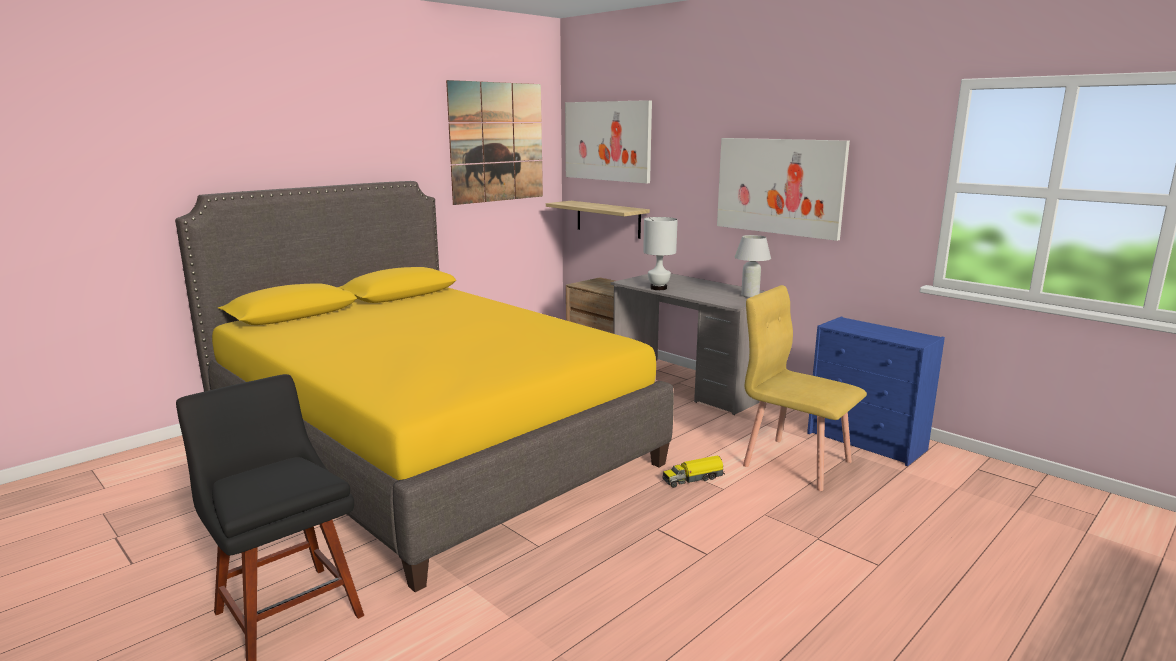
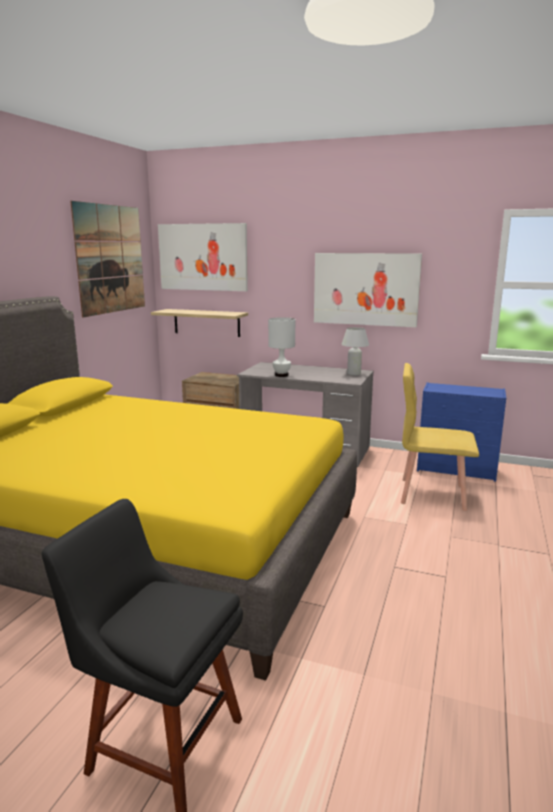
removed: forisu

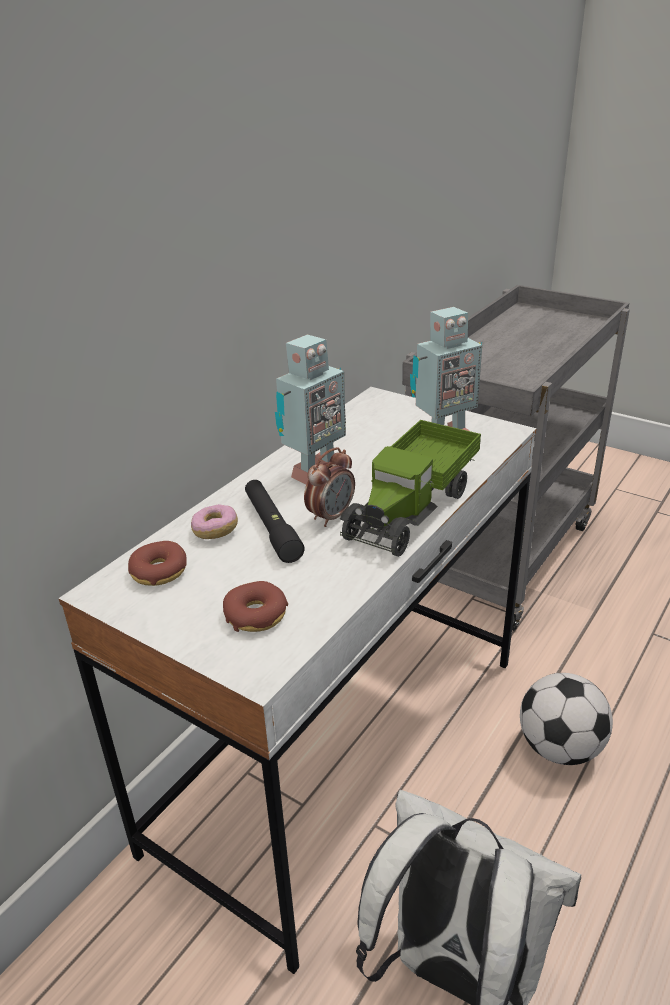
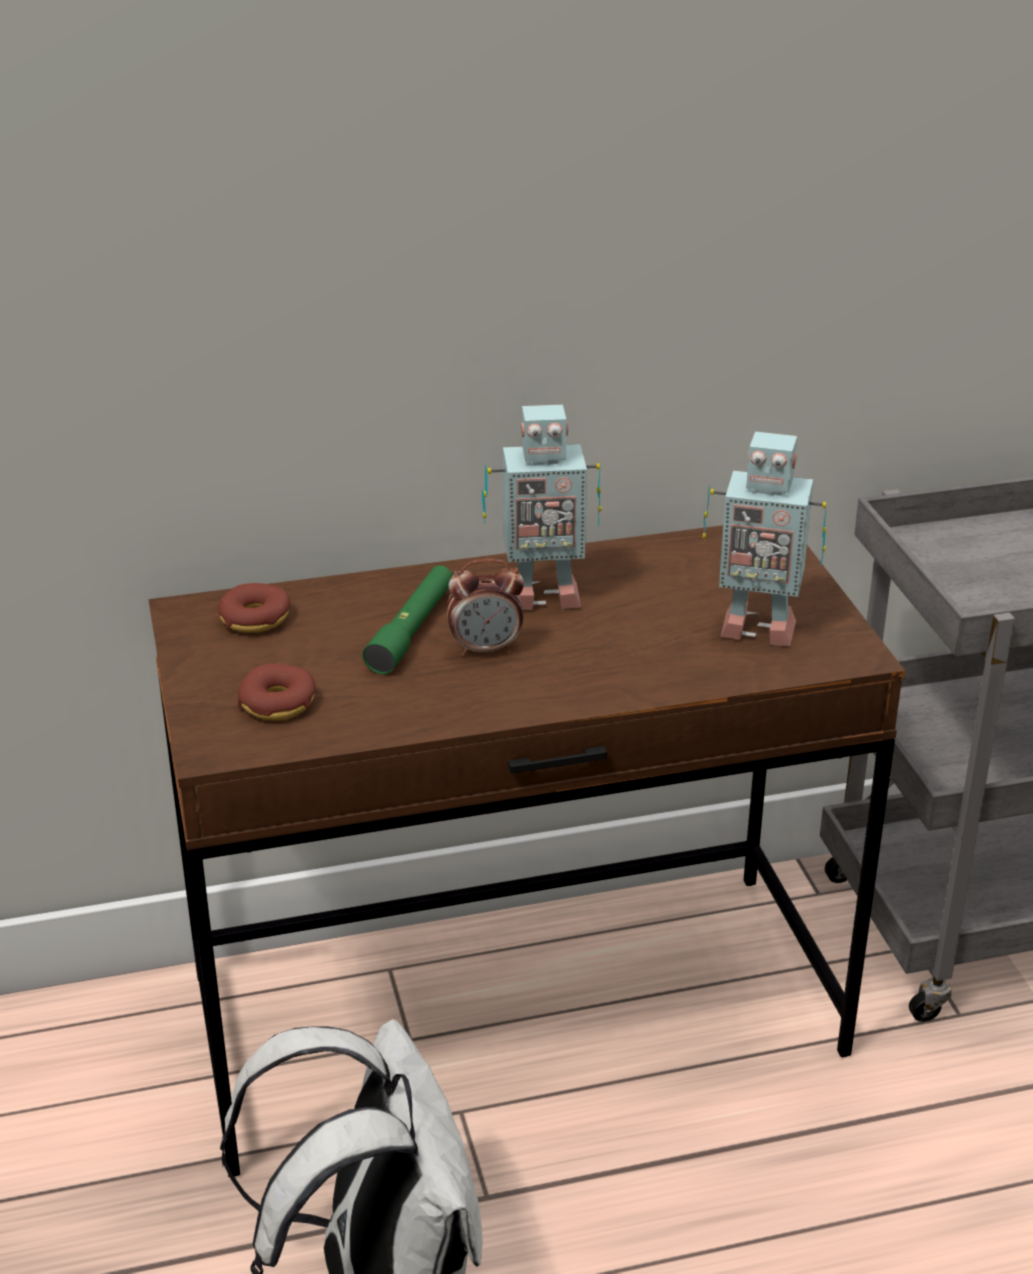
removed: forisu; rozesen (2nd from left); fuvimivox
recoloured: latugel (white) to latugel (brown); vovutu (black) to vovutu (green)

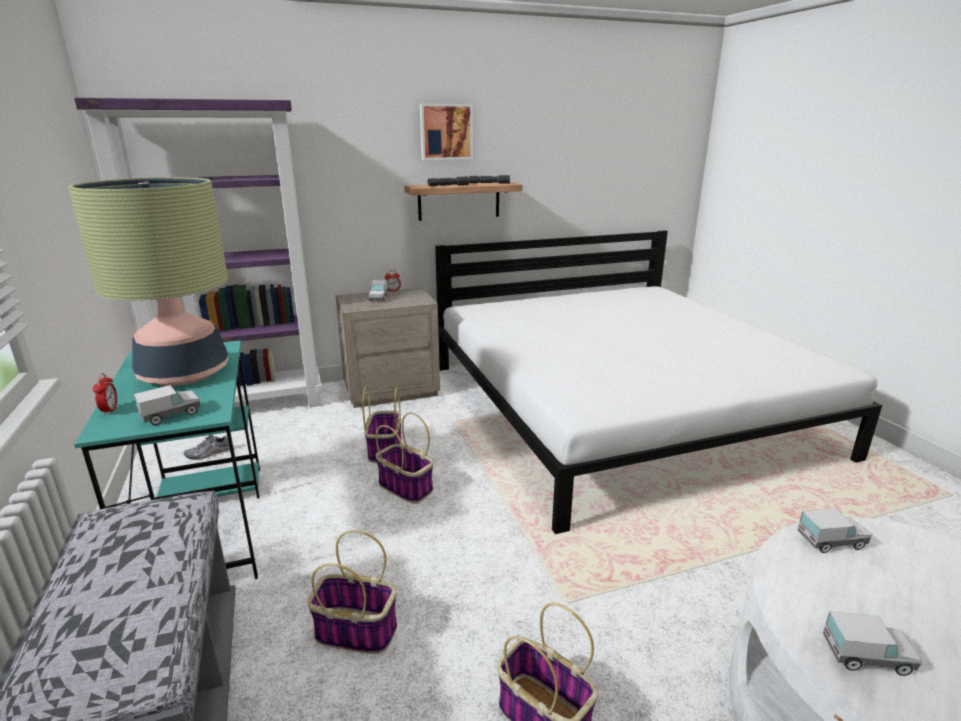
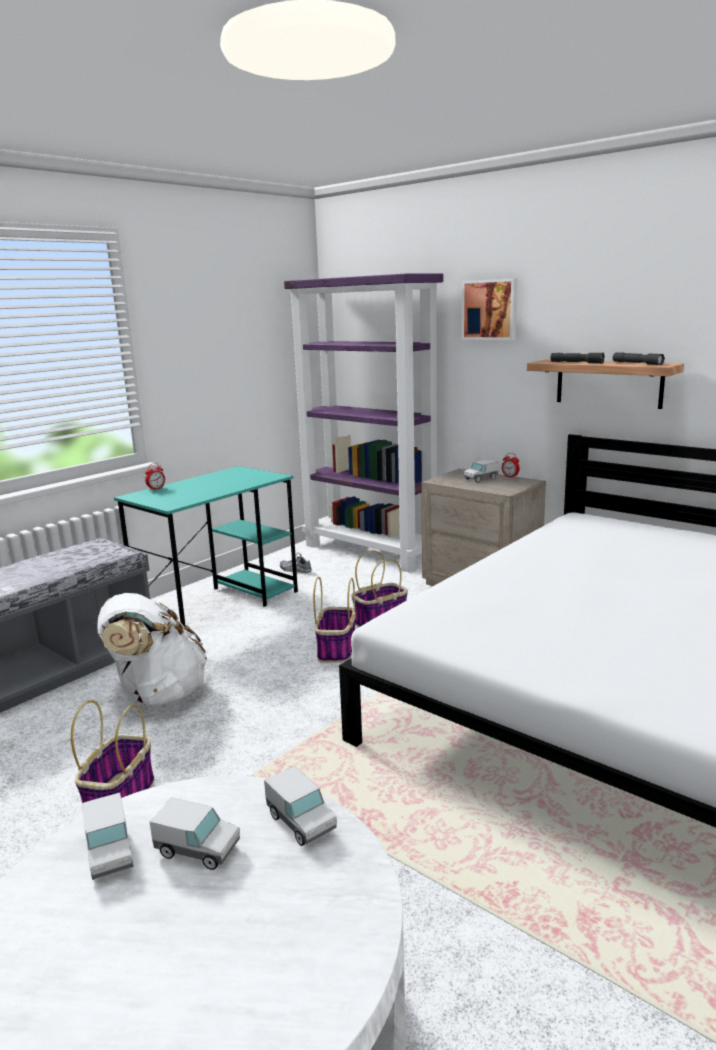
removed: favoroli
moved: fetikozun; forisu (1st from left in the first image) to forisu (2nd from left)
replaced: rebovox (1st from left) to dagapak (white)

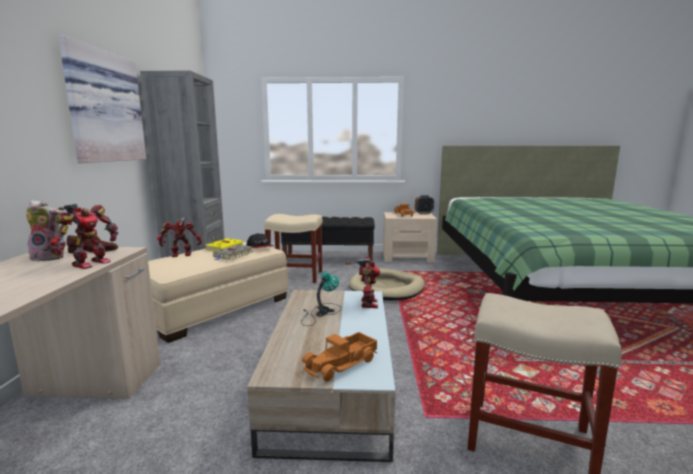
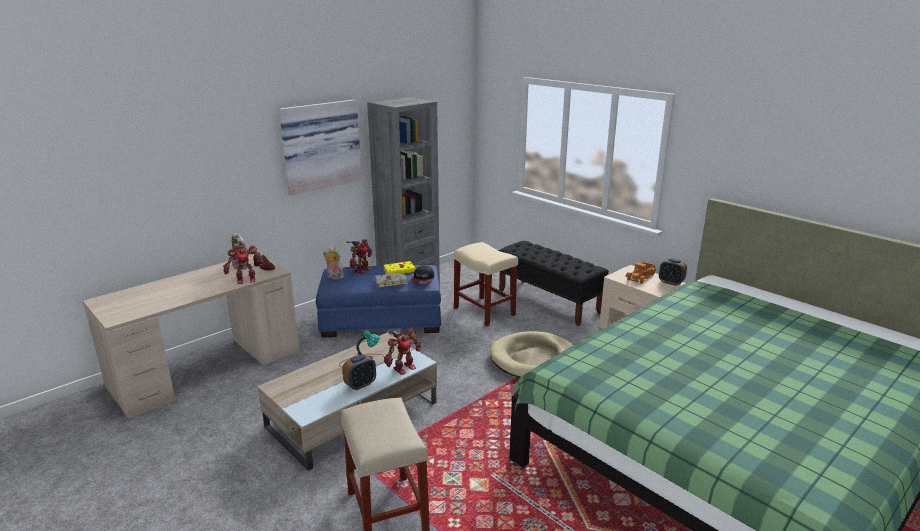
removed: forisu (1st from left)
added: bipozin (2nd from left); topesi (1st from left)
recoloured: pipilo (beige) to pipilo (blue)
turned: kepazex (2nd from left) 90 degrees clockwise

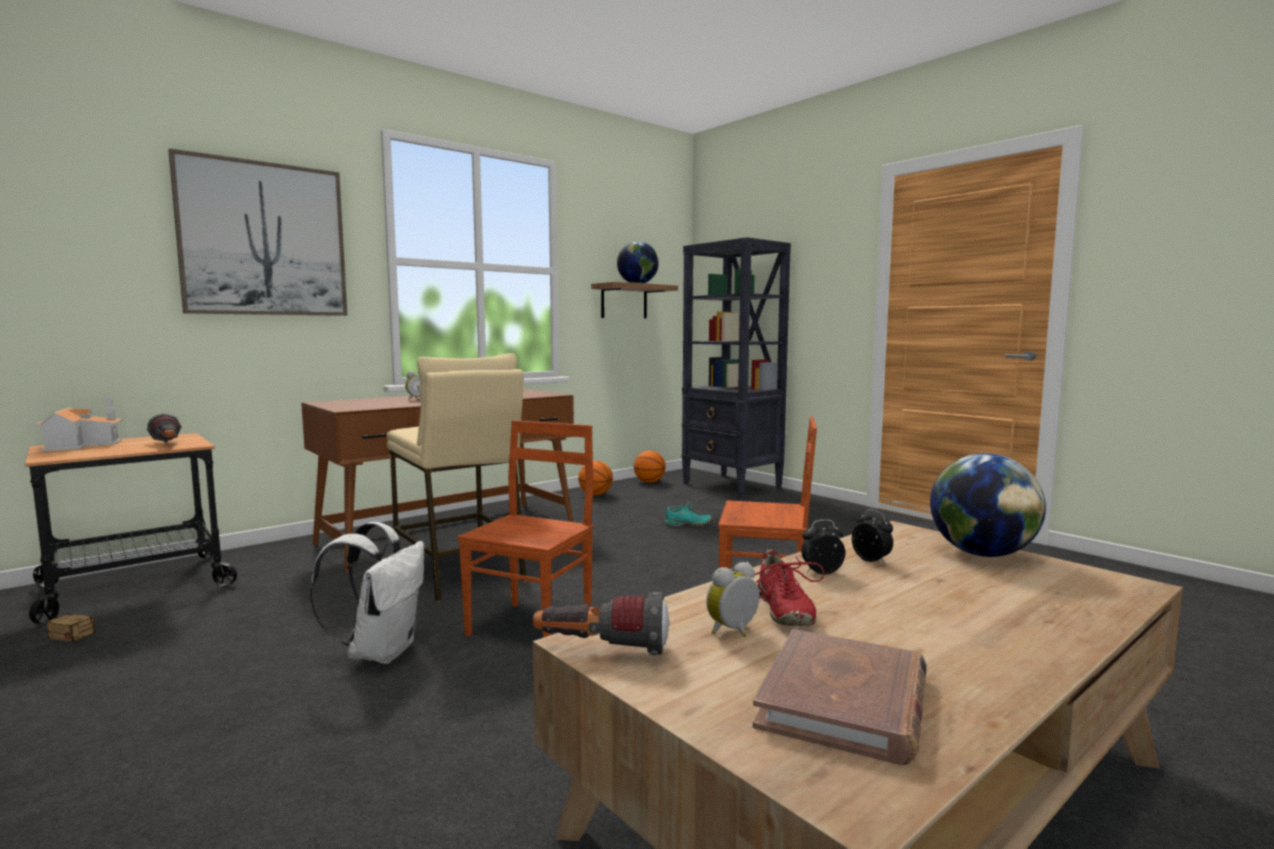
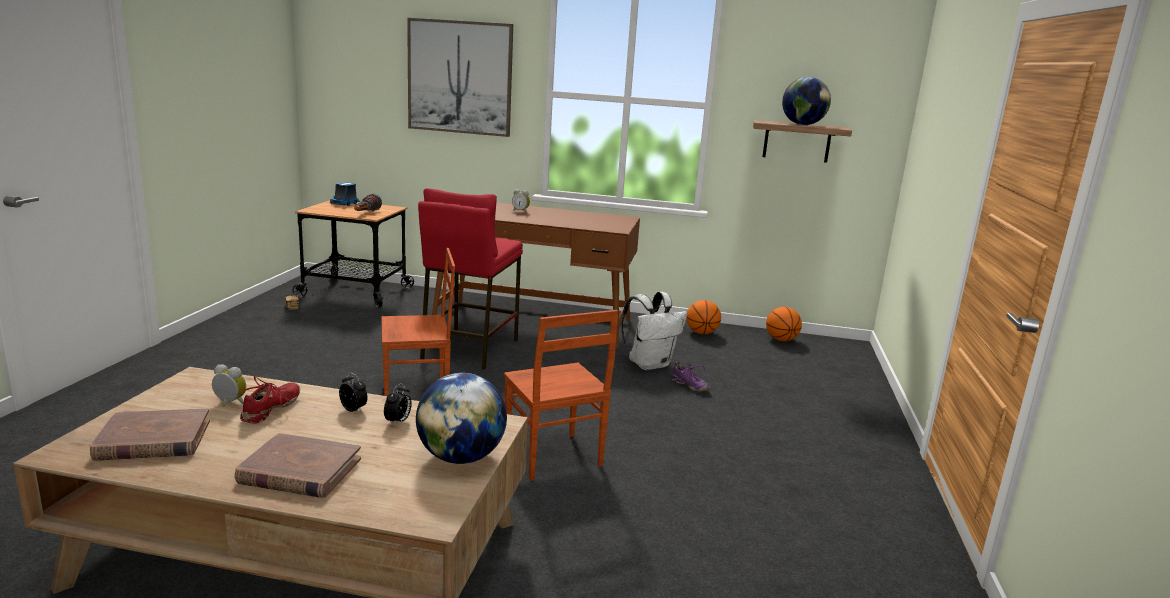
removed: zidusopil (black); vovutu (2nd from left)
added: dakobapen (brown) (2nd from left)
moved: dagapak (white)
replaced: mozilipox to forisu
recoloured: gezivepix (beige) to gezivepix (red); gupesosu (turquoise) to gupesosu (purple)
turned: gupesosu (red) 150 degrees clockwise

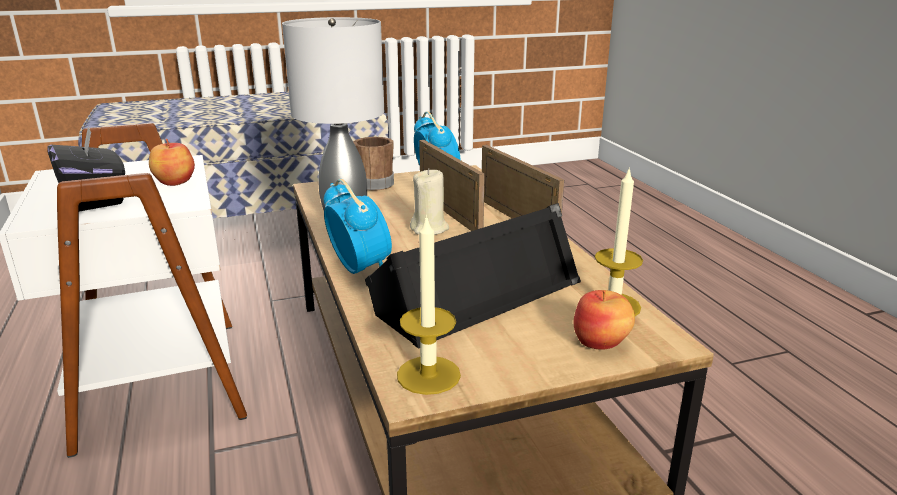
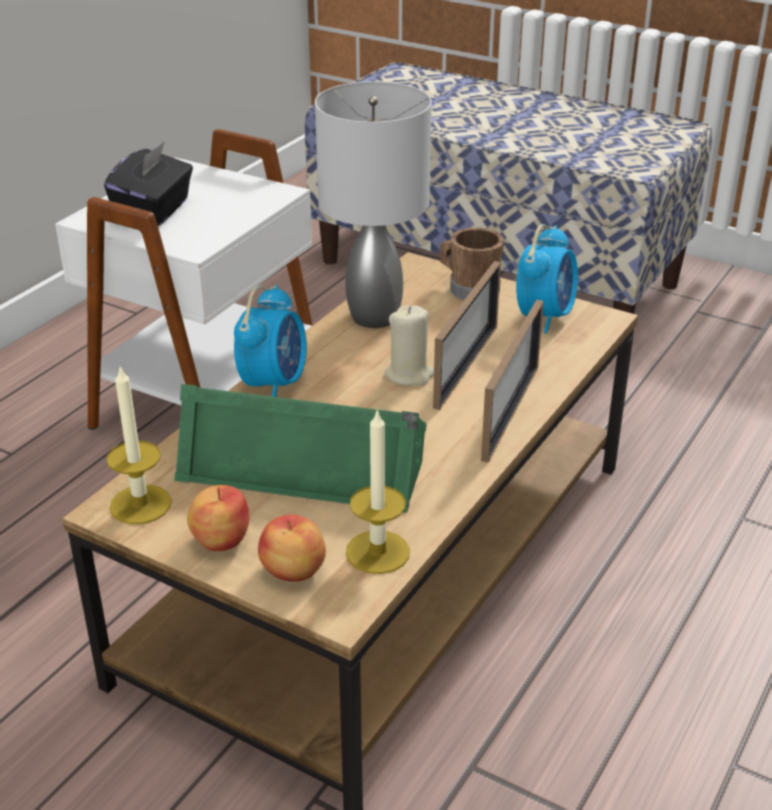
moved: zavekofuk (1st from left)
recoloured: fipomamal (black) to fipomamal (green)

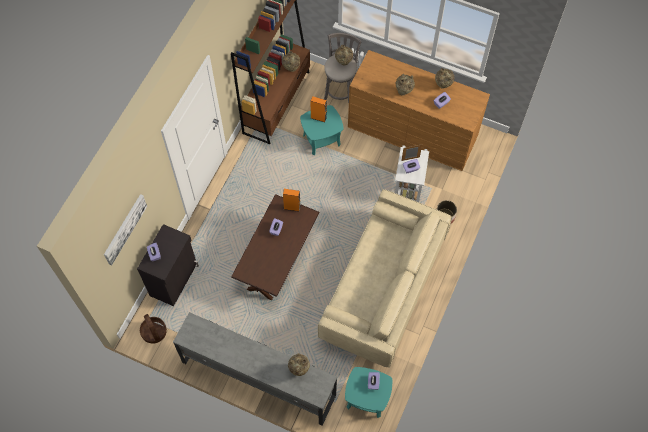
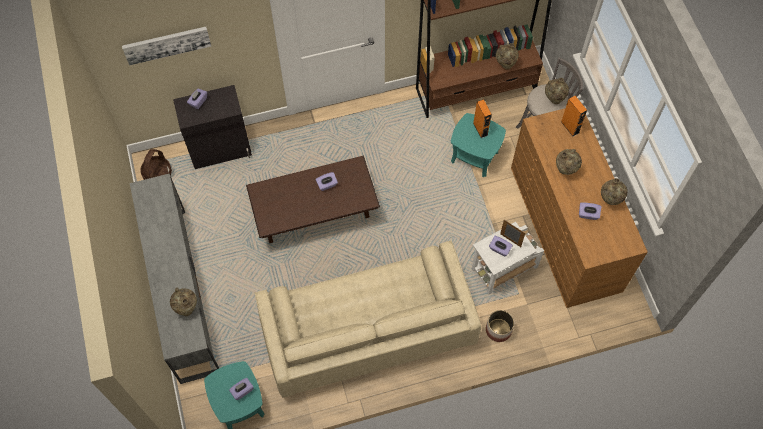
moved: fipomamal (orange) (1st from left in the first image) to fipomamal (orange) (2nd from left)

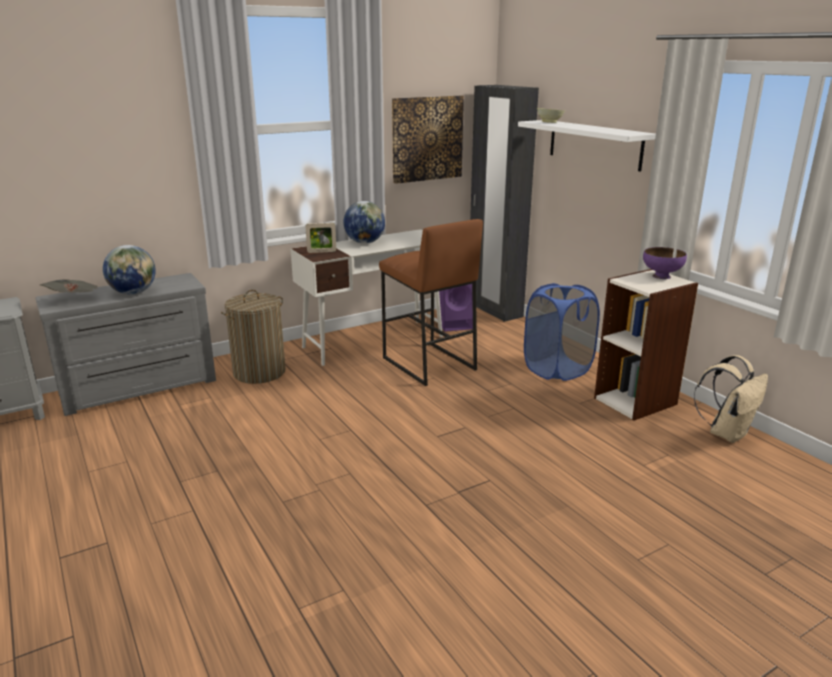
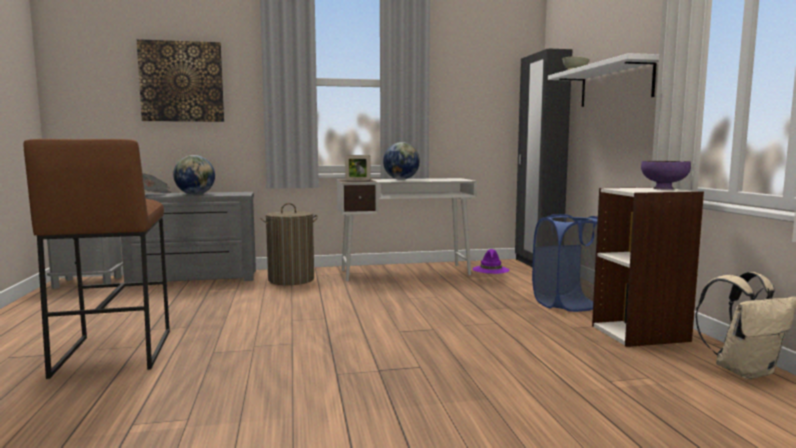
moved: fetikozun; gezivepix (brown)
replaced: fipomamal (purple) to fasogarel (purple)

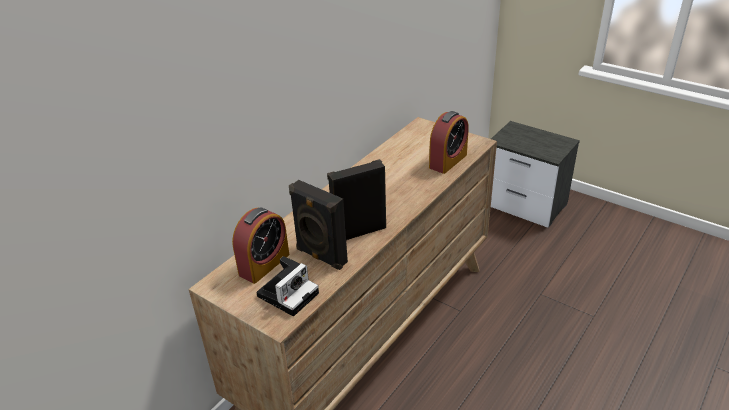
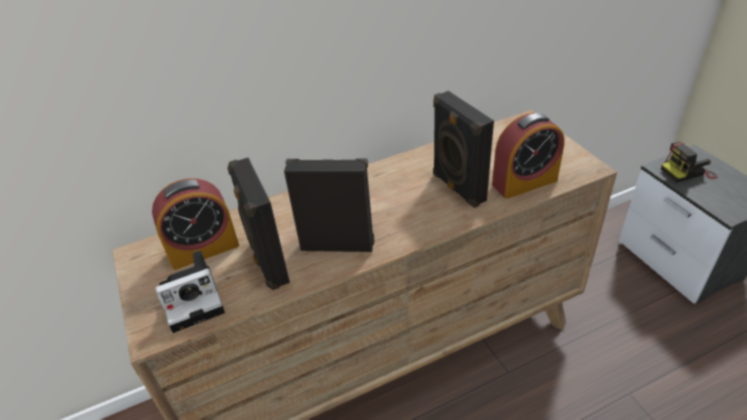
added: fipomamal (black) (3rd from left); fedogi (2nd from left)

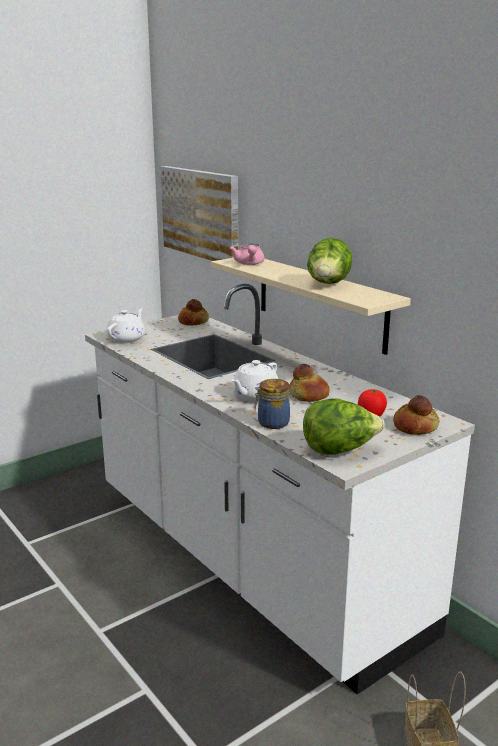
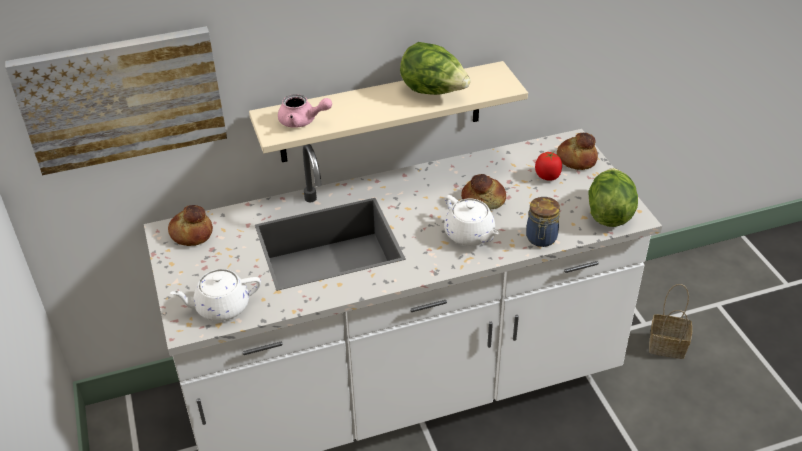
turned: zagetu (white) (1st from left) 60 degrees counterclockwise

